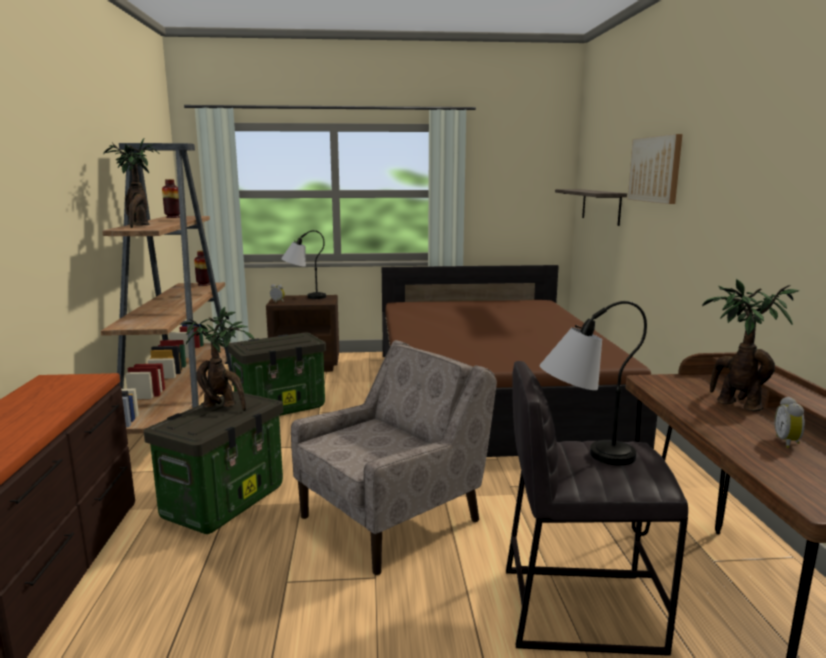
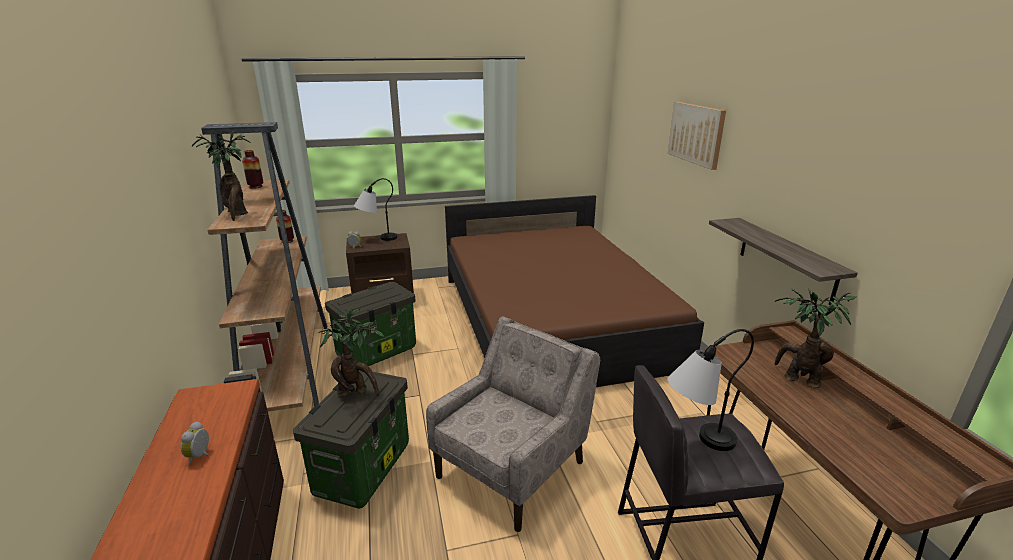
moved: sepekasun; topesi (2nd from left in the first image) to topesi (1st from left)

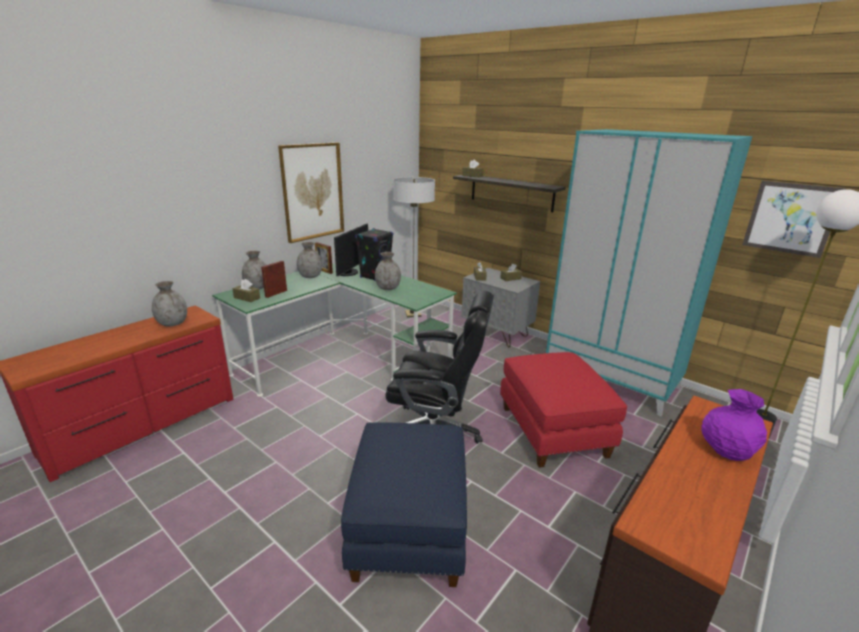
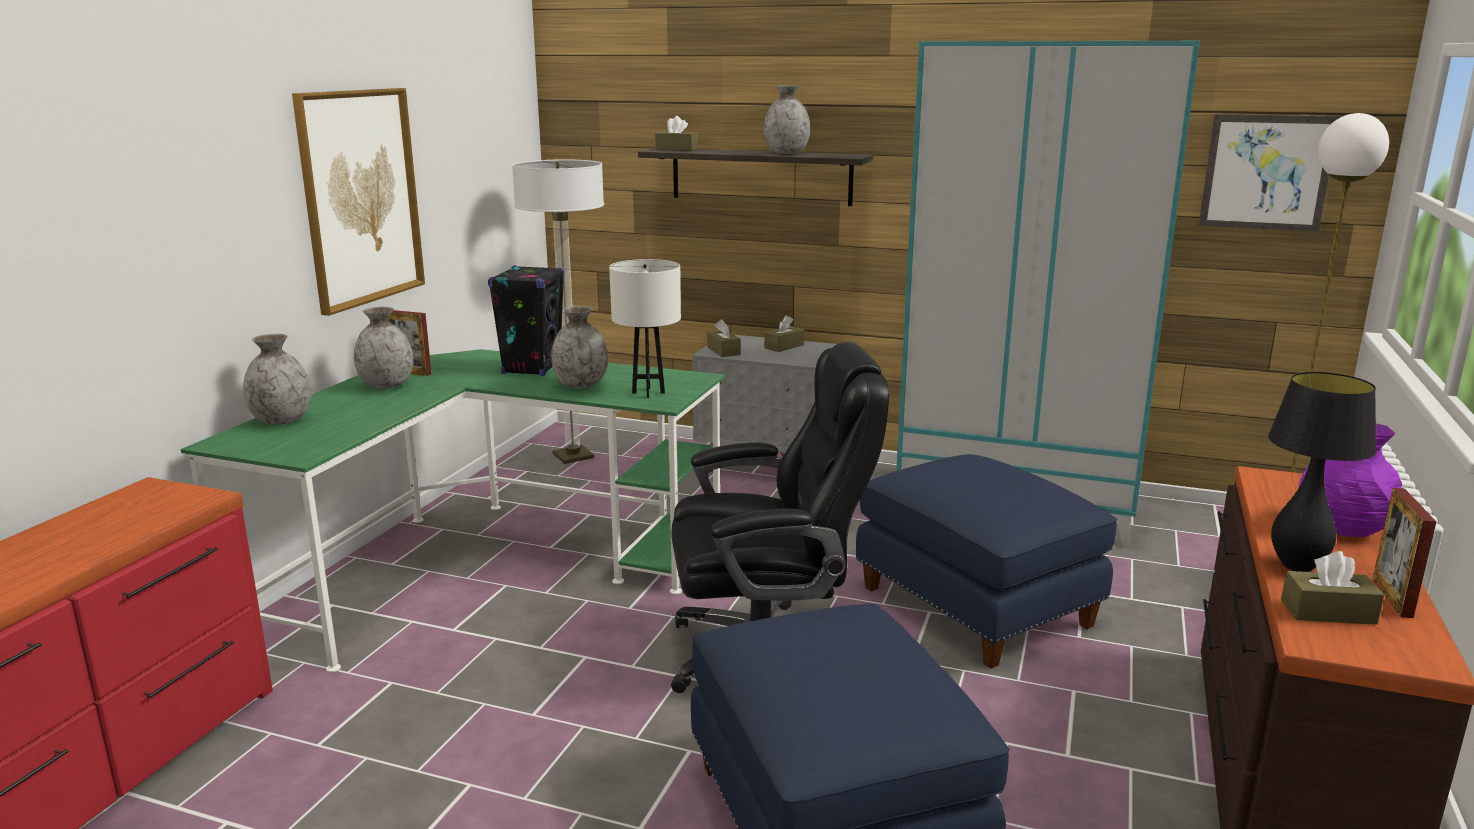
removed: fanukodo
added: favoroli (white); favoroli (black)
moved: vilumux (1st from left in the first image) to vilumux (2nd from left); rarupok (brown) (1st from left in the first image) to rarupok (brown) (4th from left); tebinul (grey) (1st from left in the first image) to tebinul (grey) (4th from left)
recoloured: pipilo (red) to pipilo (blue) (2nd from left)

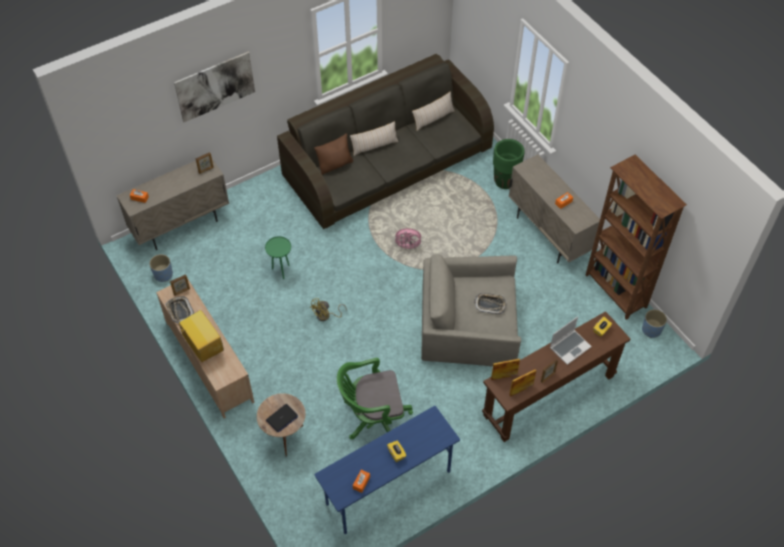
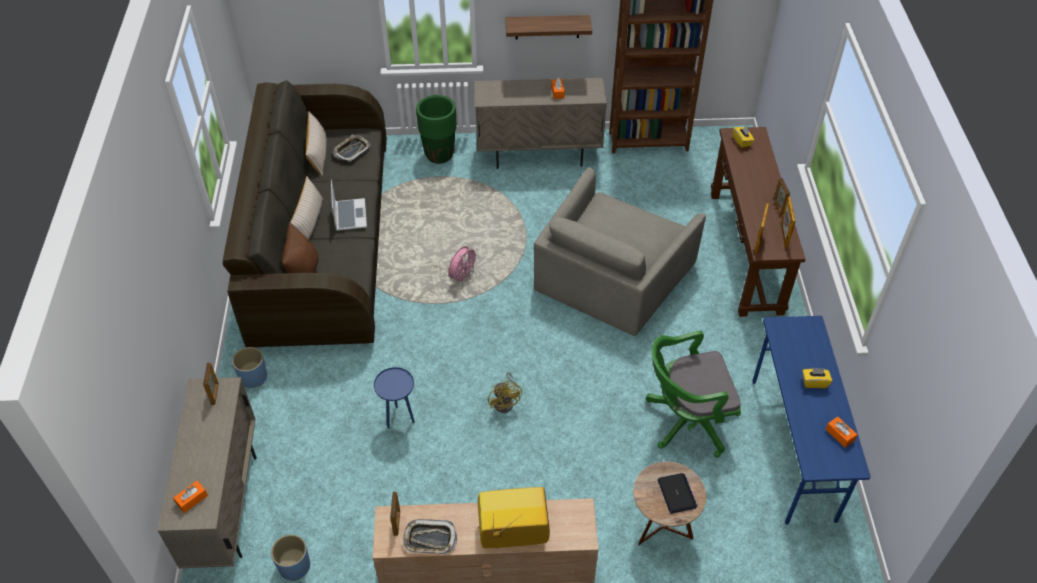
removed: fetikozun
added: sepekasun
moved: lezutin (2nd from left in the first image) to lezutin (1st from left); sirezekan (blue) (2nd from left in the first image) to sirezekan (blue) (1st from left); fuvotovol (2nd from left in the first image) to fuvotovol (1st from left)
recoloured: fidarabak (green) to fidarabak (blue)
turned: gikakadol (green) 60 degrees clockwise

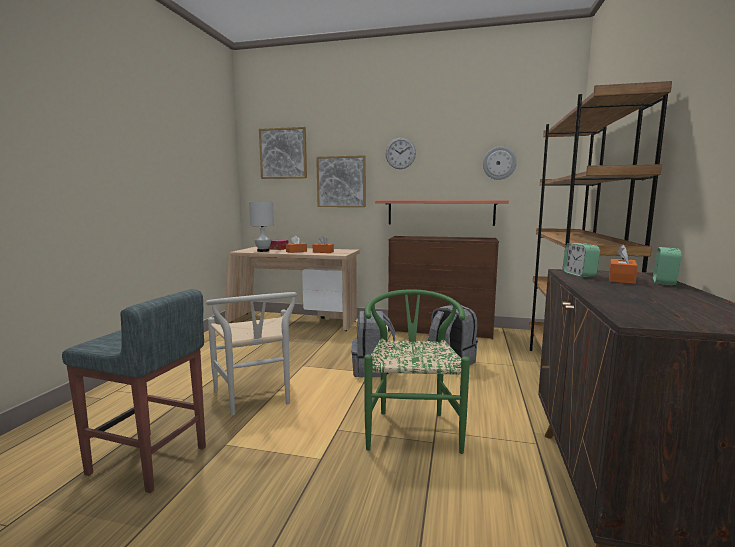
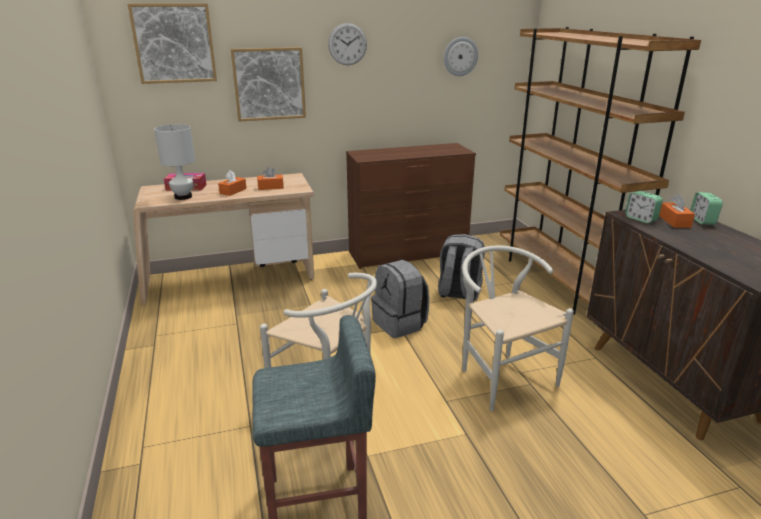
removed: sepekasun
recoloured: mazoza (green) to mazoza (white) (2nd from left)

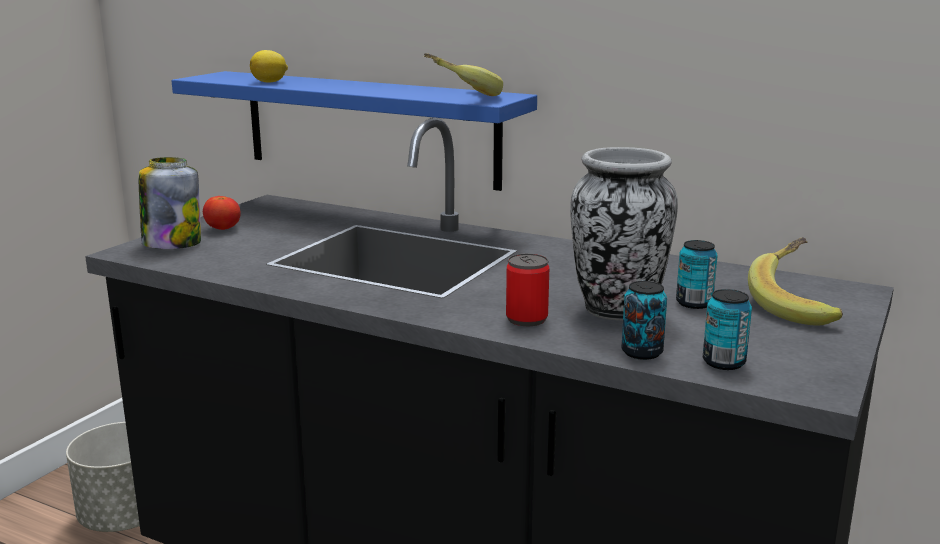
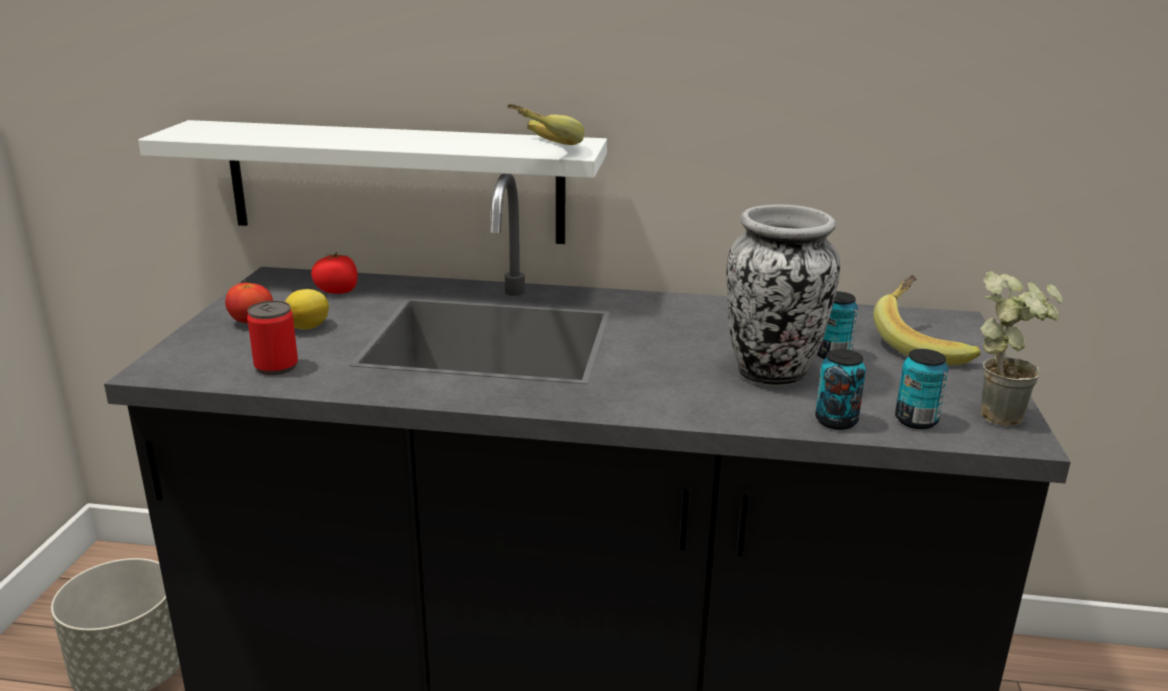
removed: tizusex
added: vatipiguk (2nd from left); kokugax
moved: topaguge; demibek (1st from left)
recoloured: sepekasun (blue) to sepekasun (white)

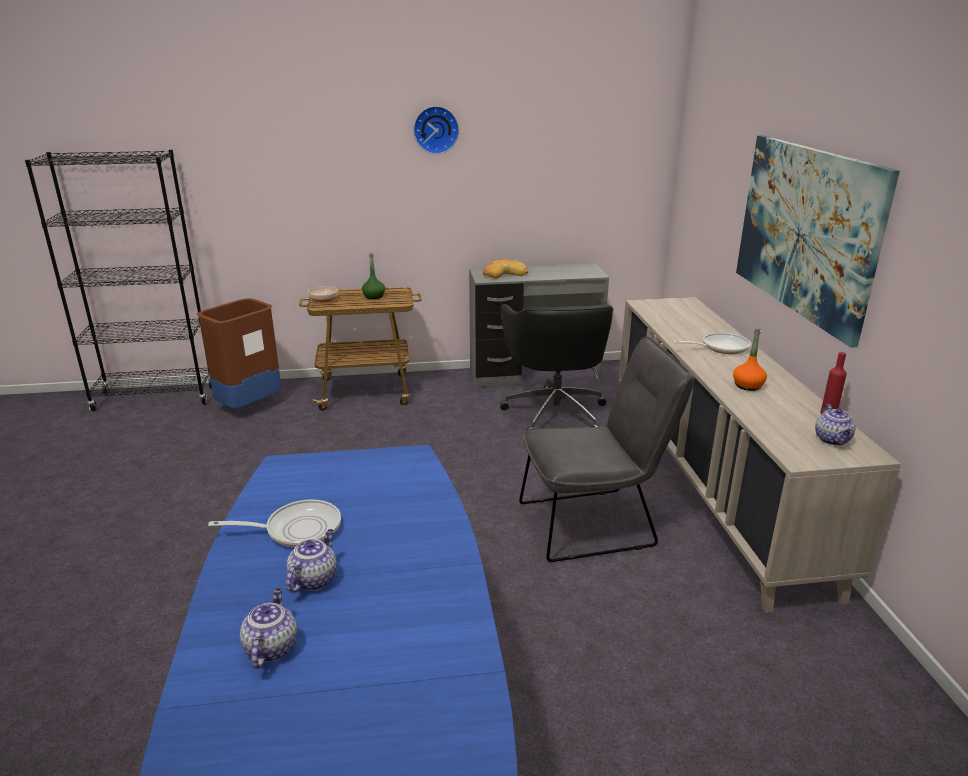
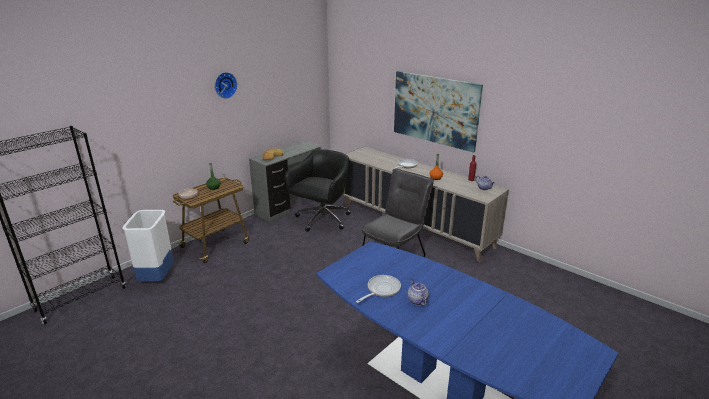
removed: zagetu (1st from left)
recoloured: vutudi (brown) to vutudi (white)
turned: gikakadol (black) 105 degrees counterclockwise

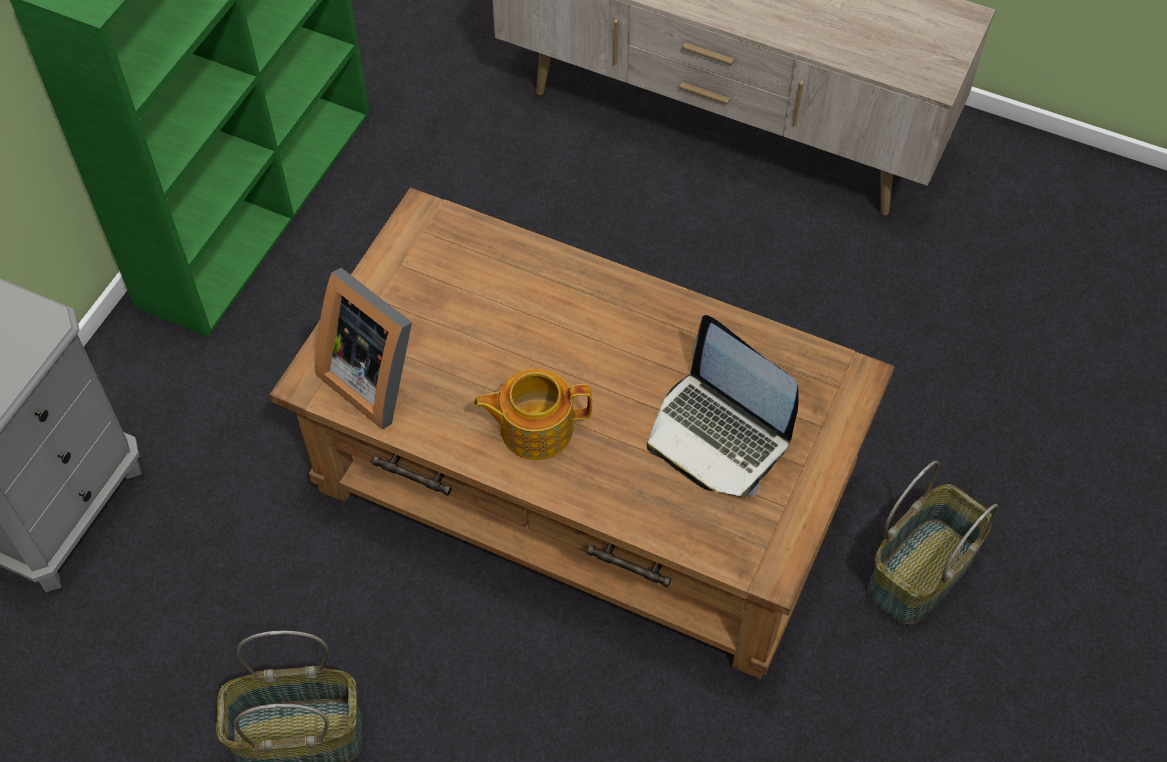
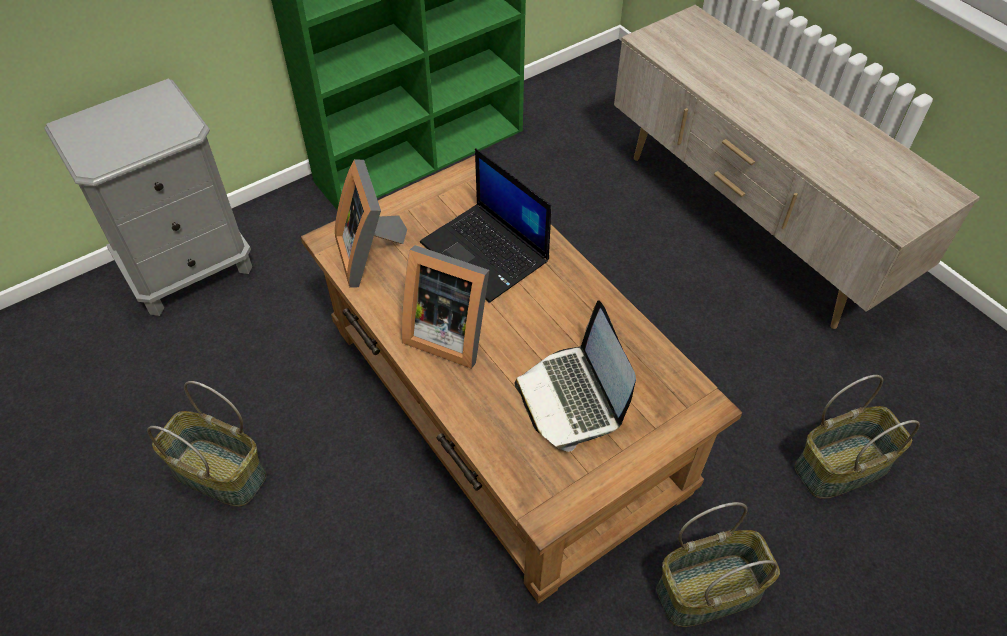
added: fuvotovol (1st from left); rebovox (3rd from left)
replaced: zagetu to vilumux (2nd from left)

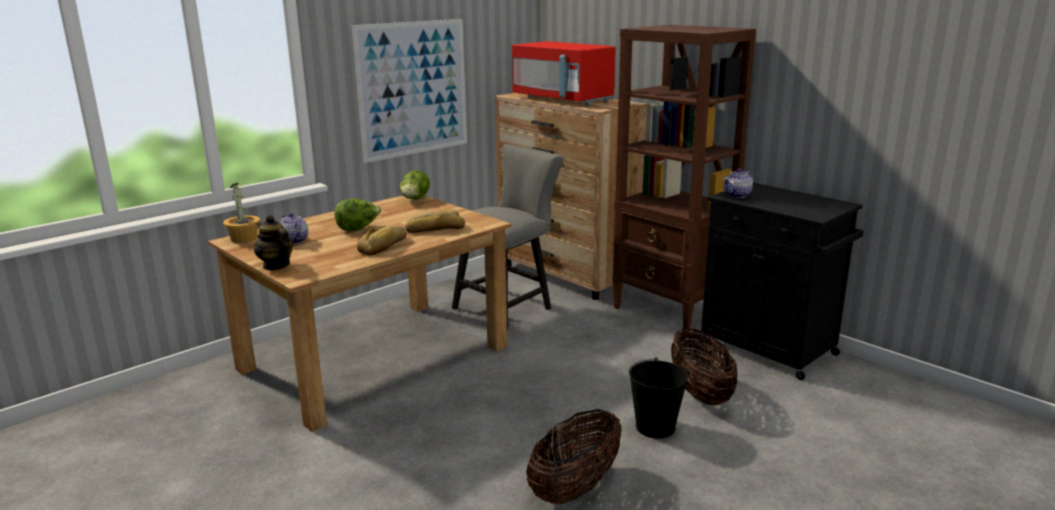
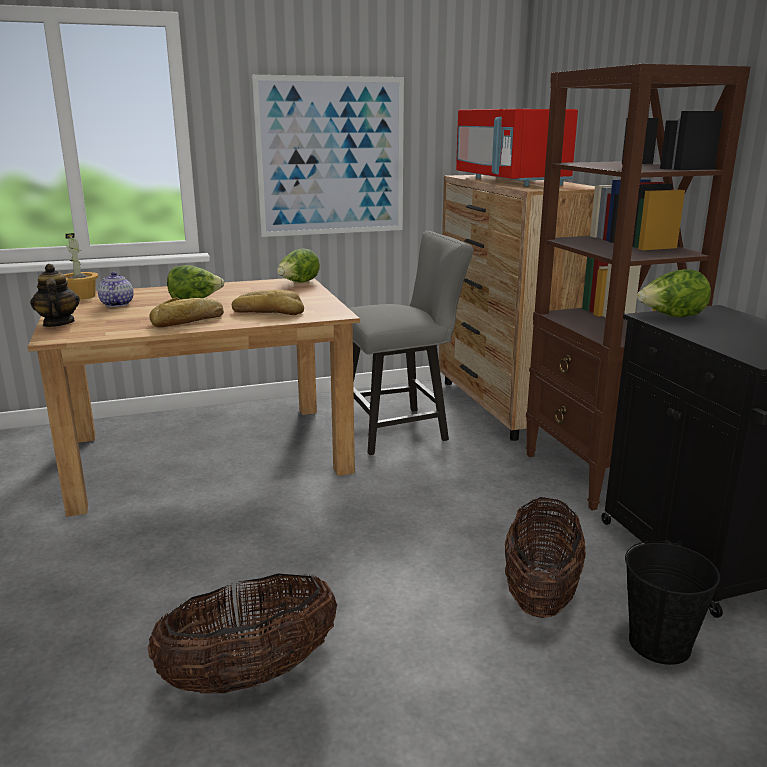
moved: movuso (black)
replaced: zagetu (3rd from left) to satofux (3rd from left)

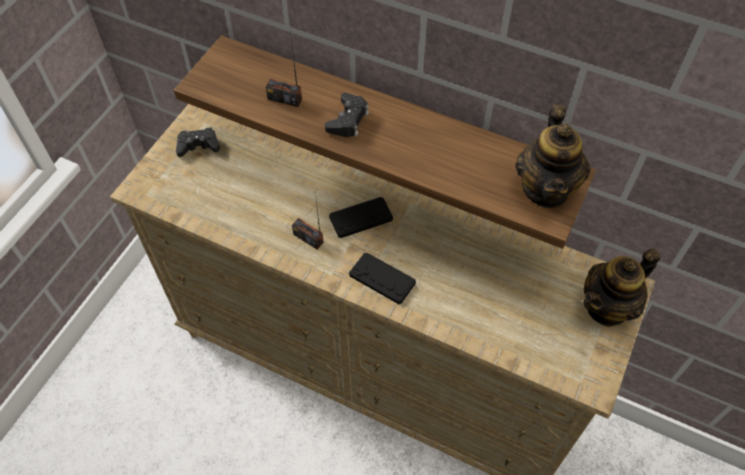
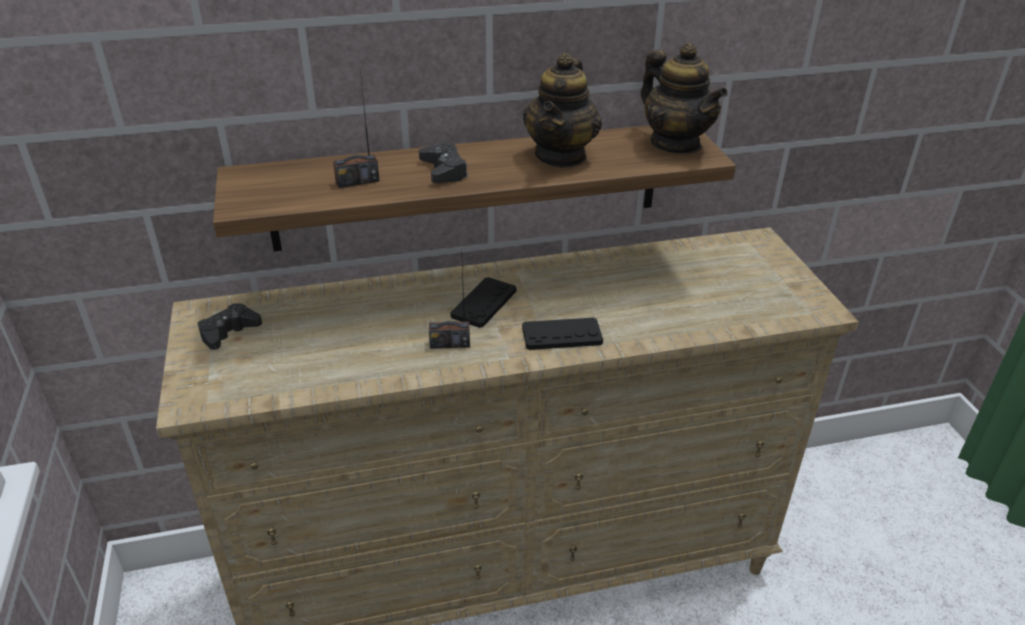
moved: zagetu (2nd from left in the first image) to zagetu (1st from left)

